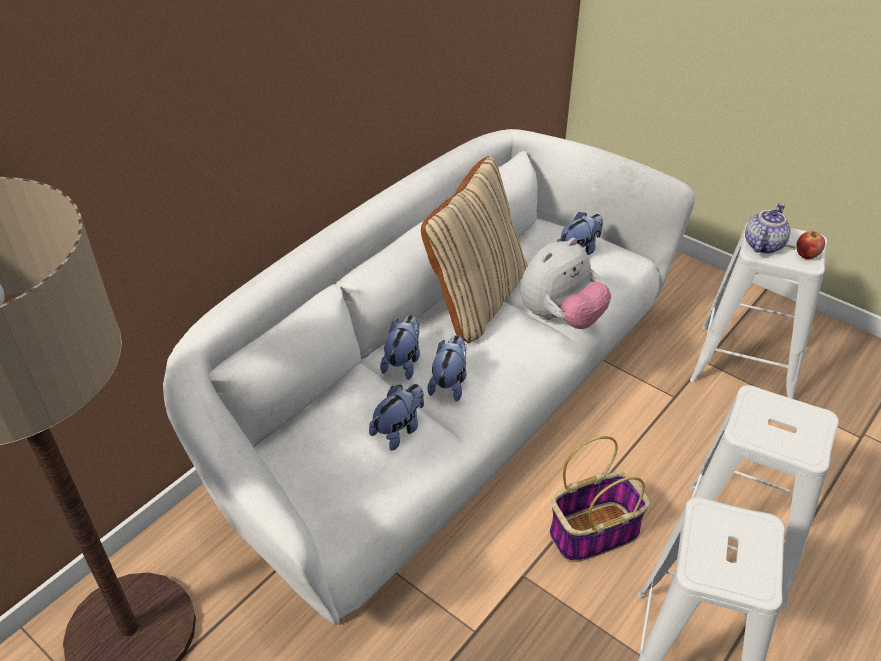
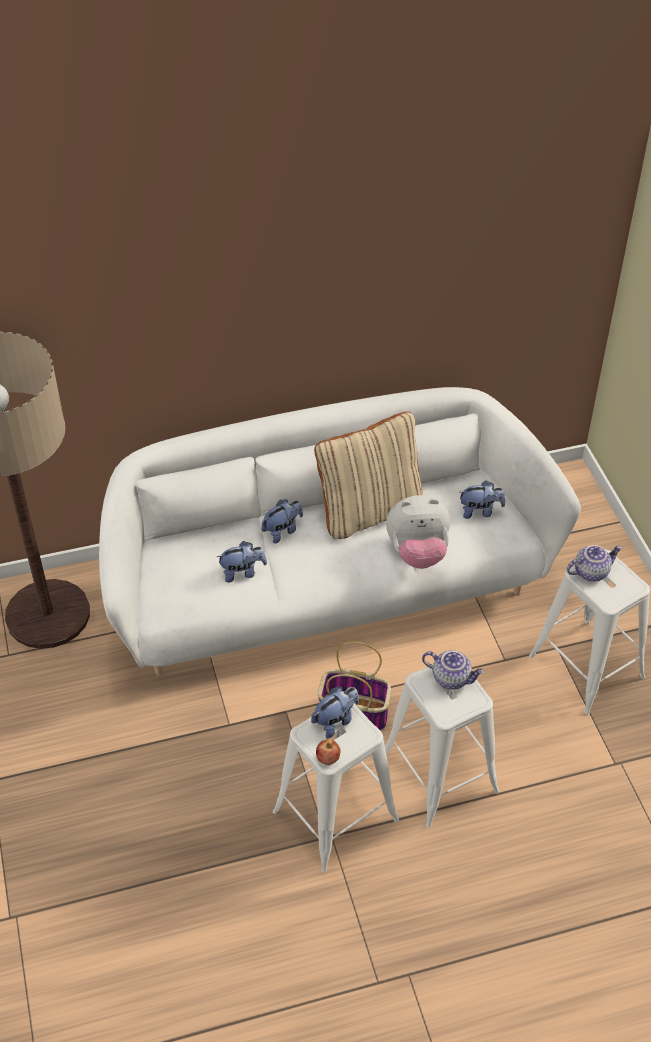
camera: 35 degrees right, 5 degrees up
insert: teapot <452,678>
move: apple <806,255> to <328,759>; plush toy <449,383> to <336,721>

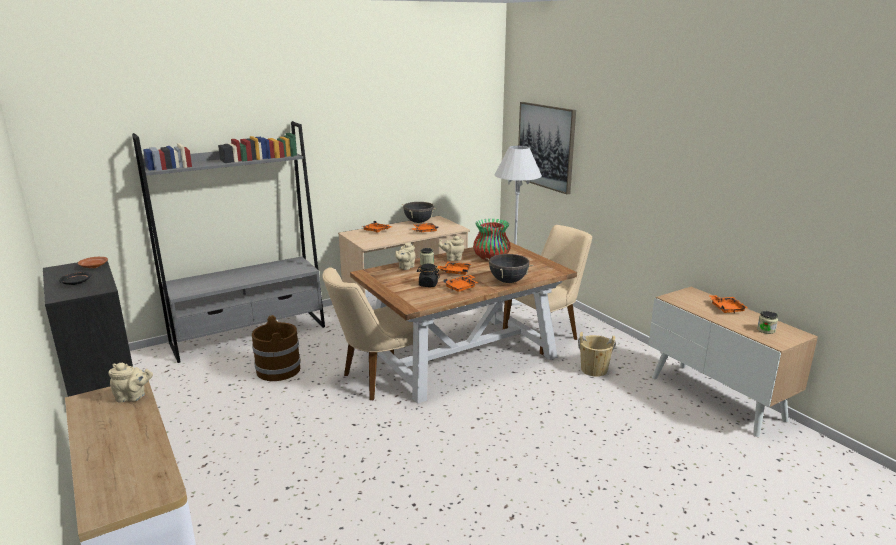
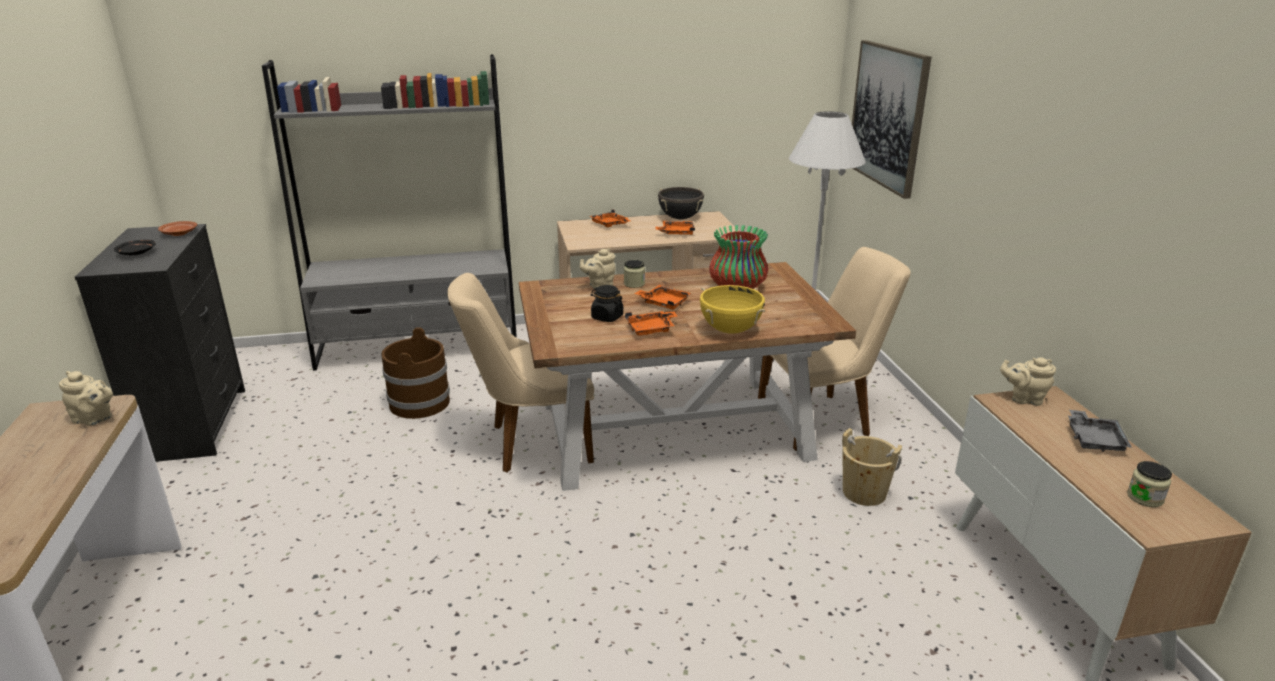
camera: 20 degrees right, 5 degrees up
move: teapot (beige) <452,259> to <1024,399>
recolor: cooking pot (black) <508,281> to cooking pot (yellow) <730,330>; tray (orange) <726,308> to tray (grey) <1094,439>

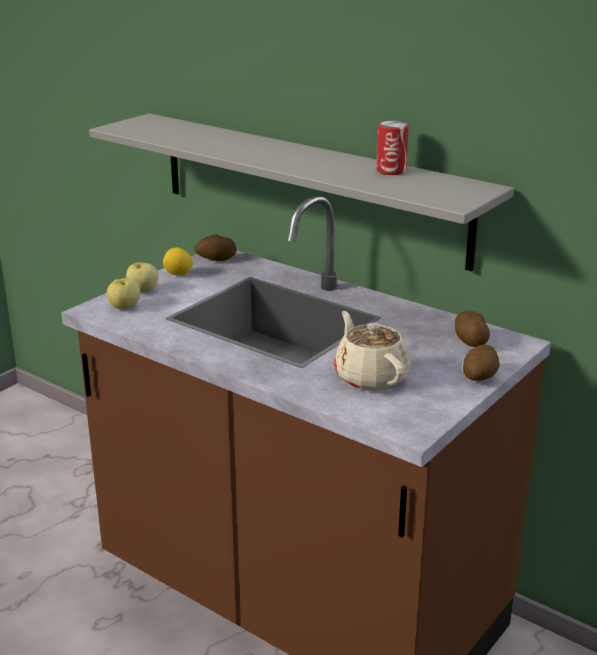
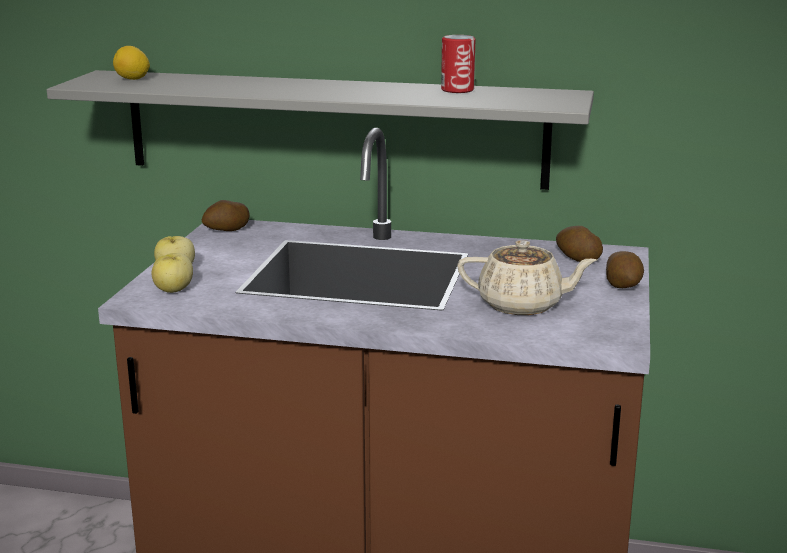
camera: 25 degrees left, 5 degrees down
move: lemon <178,274> to <132,79>
rotate: teapot (beige) <370,377> = <522,305> 150 degrees clockwise

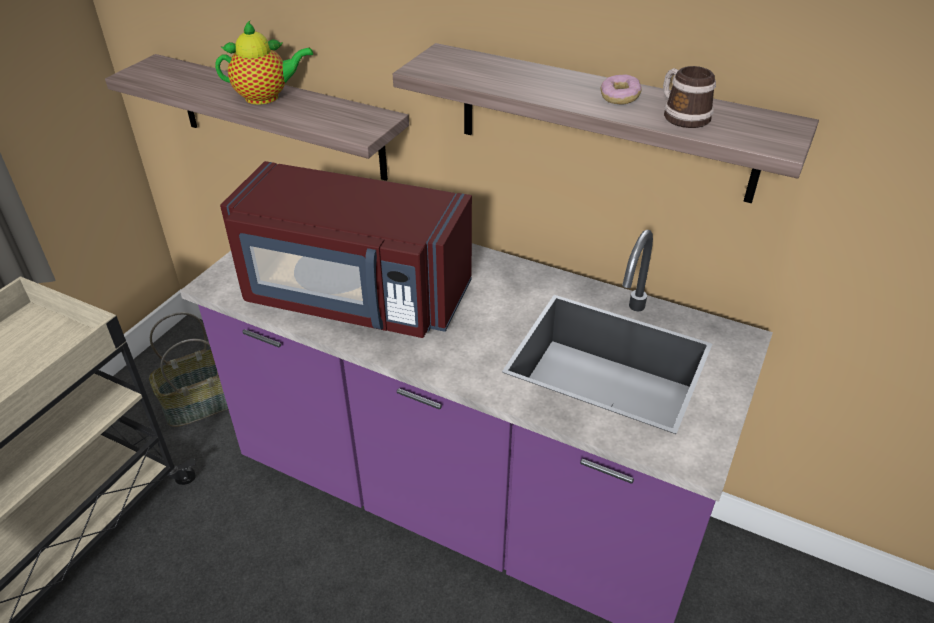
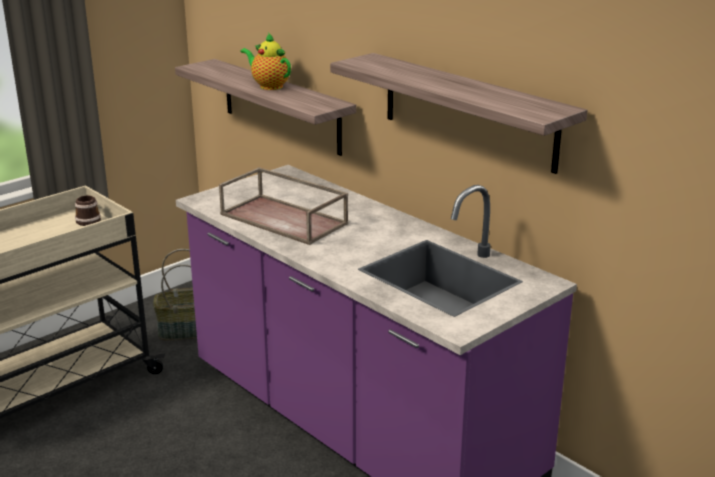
camera: 20 degrees right, 15 degrees down
delete: donut <619,98>
move: mug <681,115> to <88,219>
replace: microwave (red) <354,296> to tray (brown) <285,219>
rotate: teapot <266,97> = <269,86> 150 degrees counterclockwise

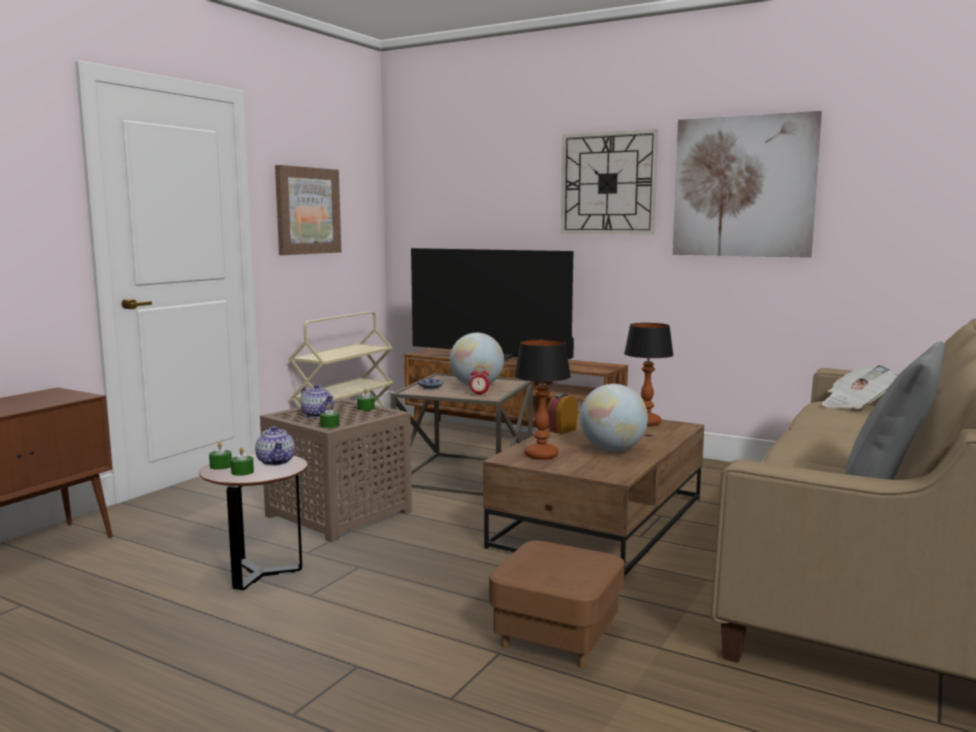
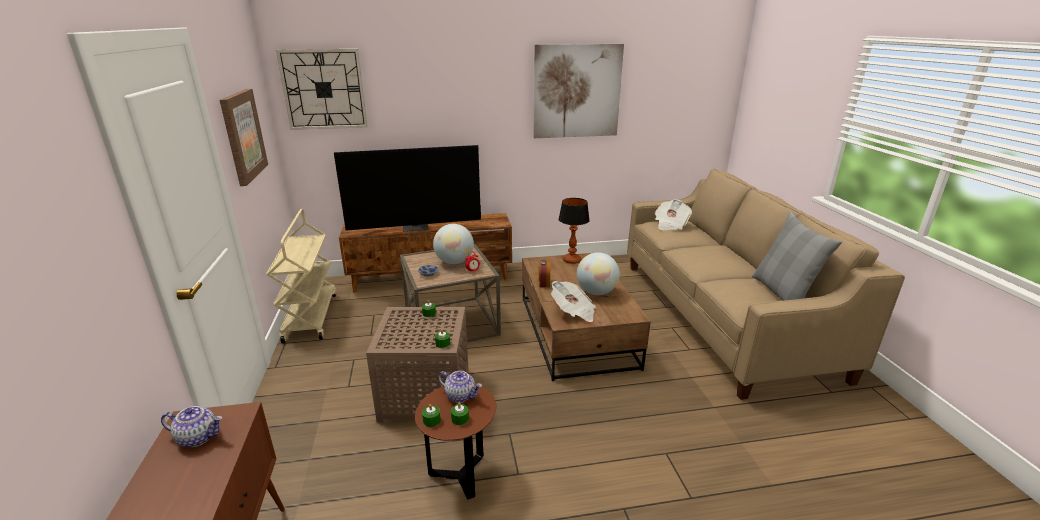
camera: 40 degrees left, 15 degrees up
delete: ottoman (brown) <557,637>
move: wall clock <608,183> to <324,89>; teapot <318,415> to <198,437>
replace: table lamp <542,455> to newspaper <573,312>

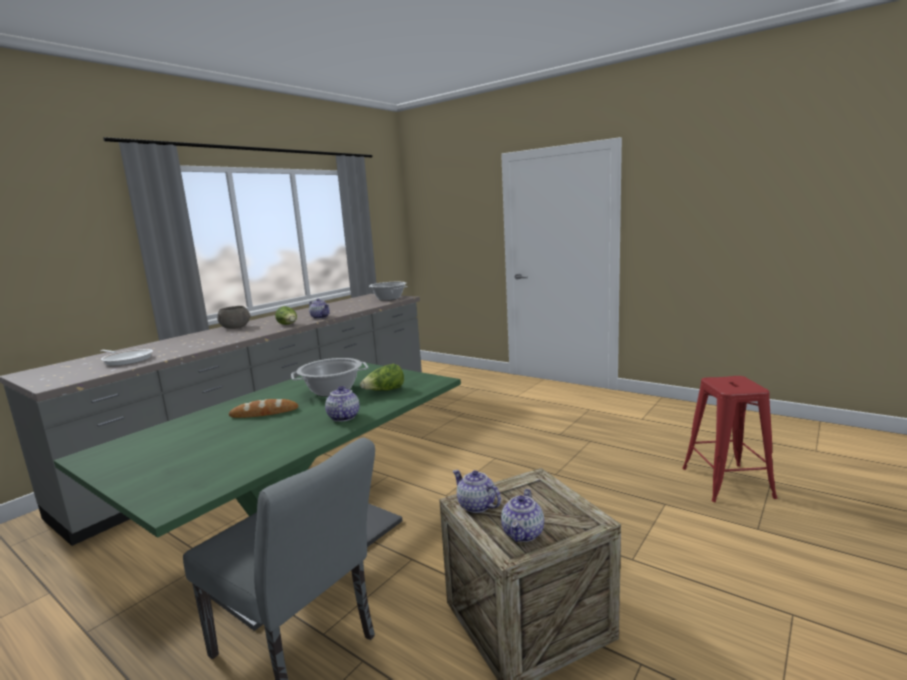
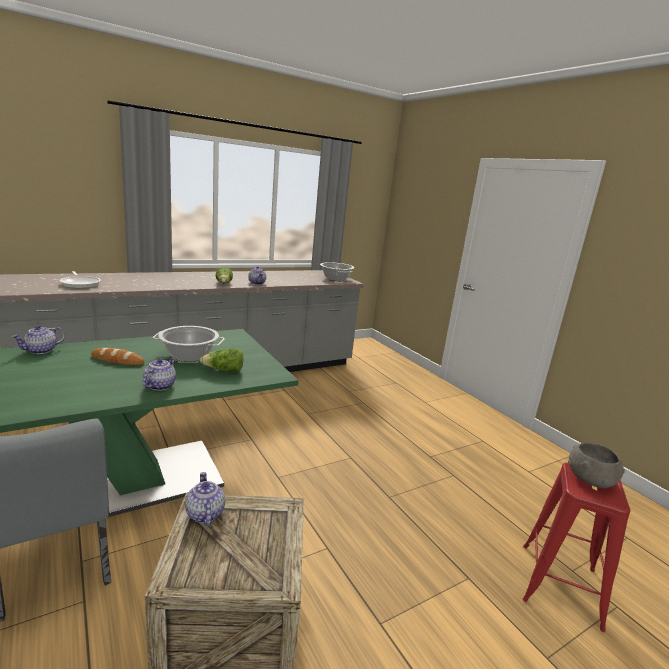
camera: 20 degrees right, 5 degrees up
move: bowl (grey) <235,327> to <590,479>; teapot <523,533> to <41,351>

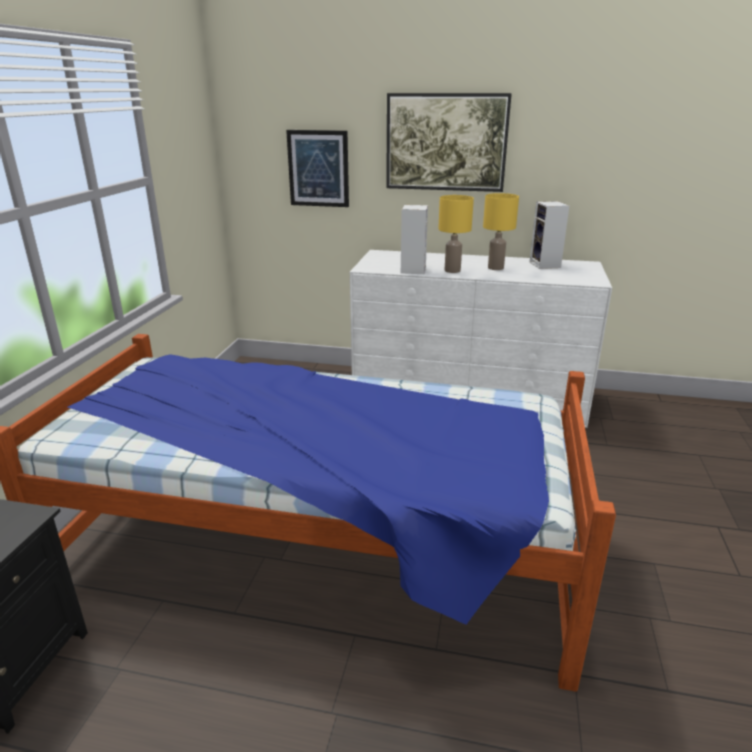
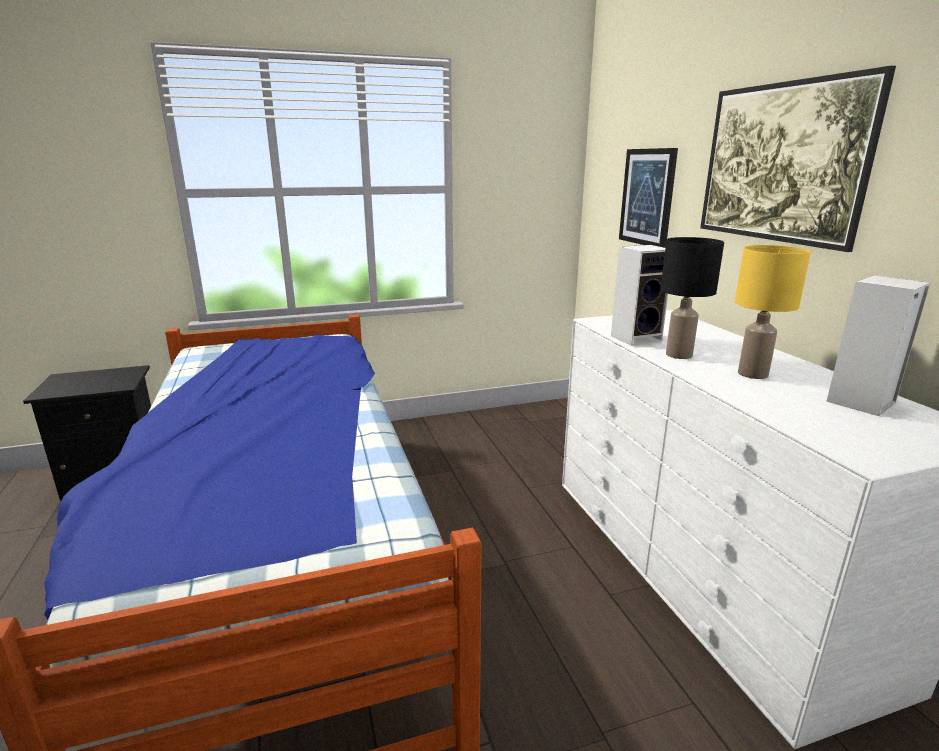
camera: 60 degrees right, 5 degrees down
recolor: table lamp (yellow) <452,271> to table lamp (black) <679,355>

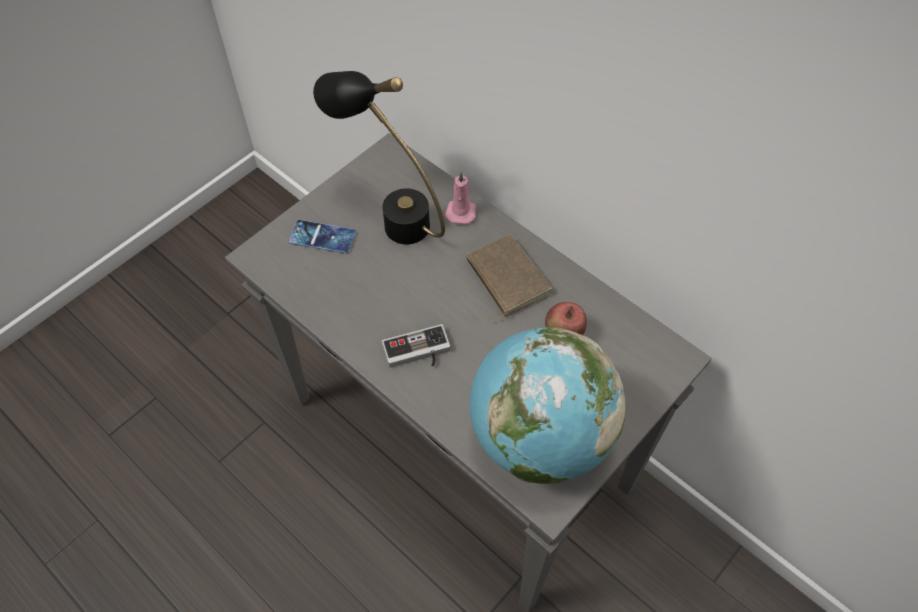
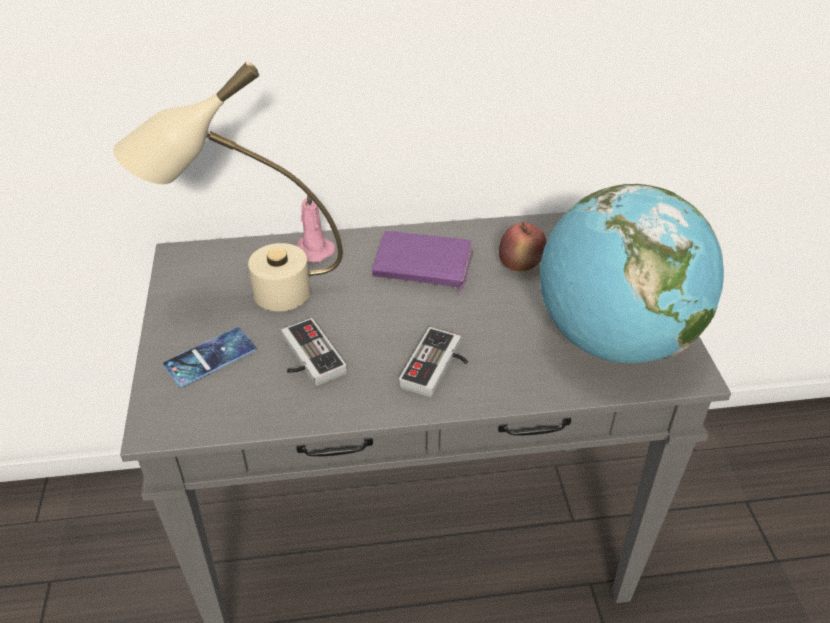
camera: 50 degrees left, 15 degrees down
insert: game controller <306,358>
recolor: table lamp (black) <390,214> to table lamp (beige) <252,295>; book (brown) <505,279> to book (purple) <422,266>

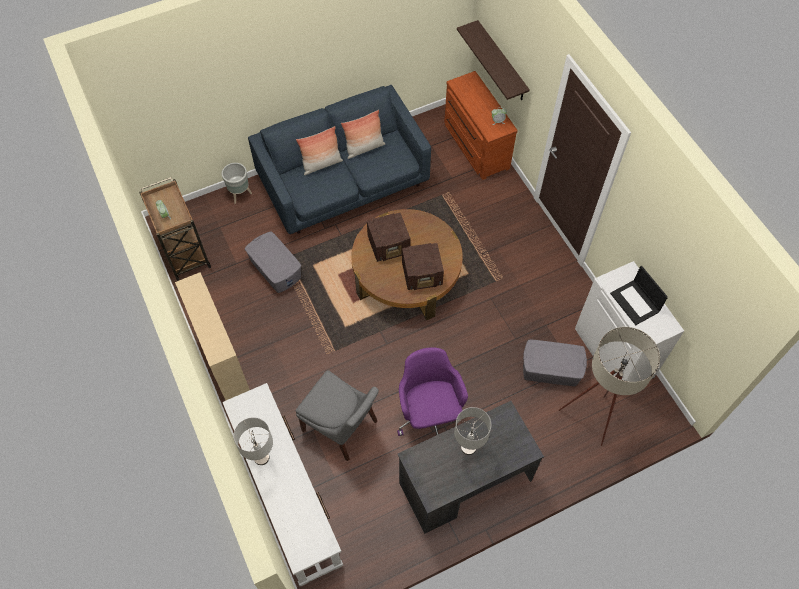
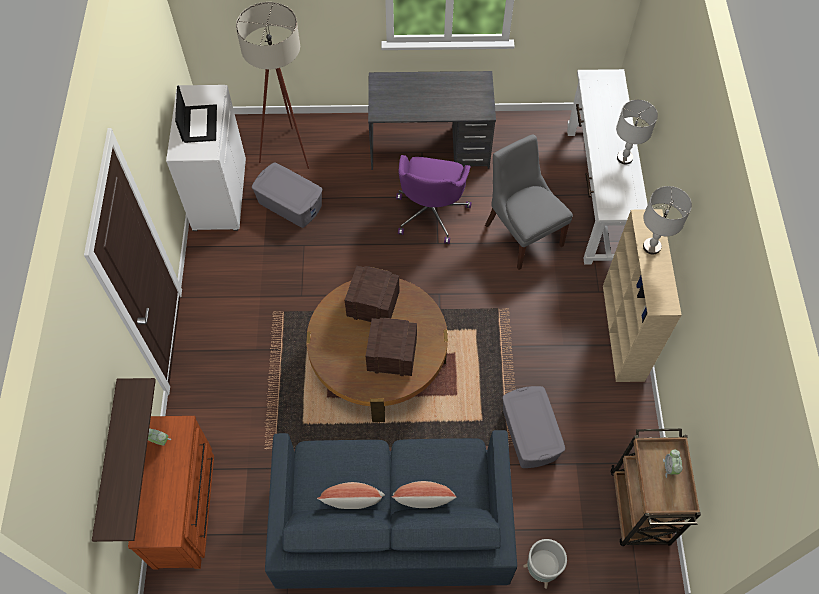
camera: 155 degrees left, 0 degrees up
move: table lamp (grey) <468,447> to <651,246>

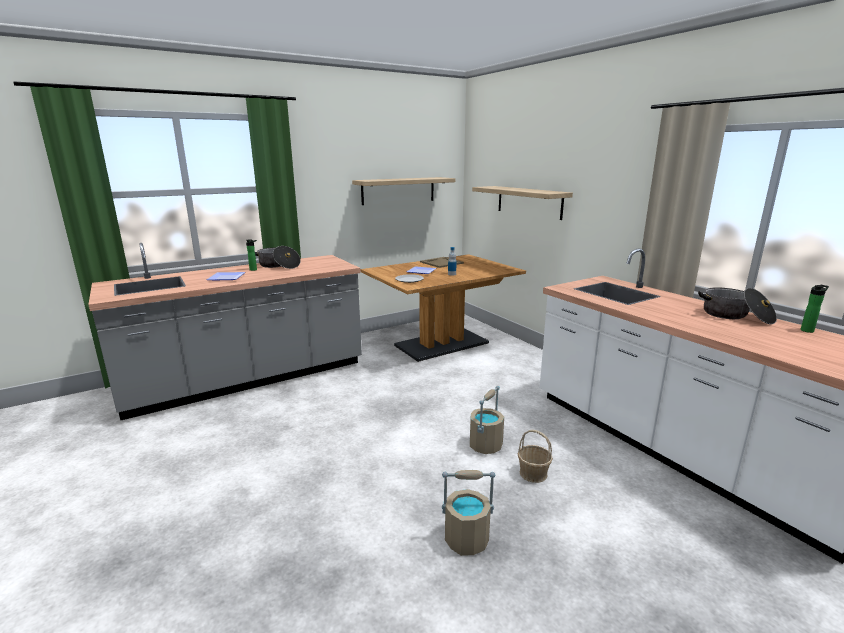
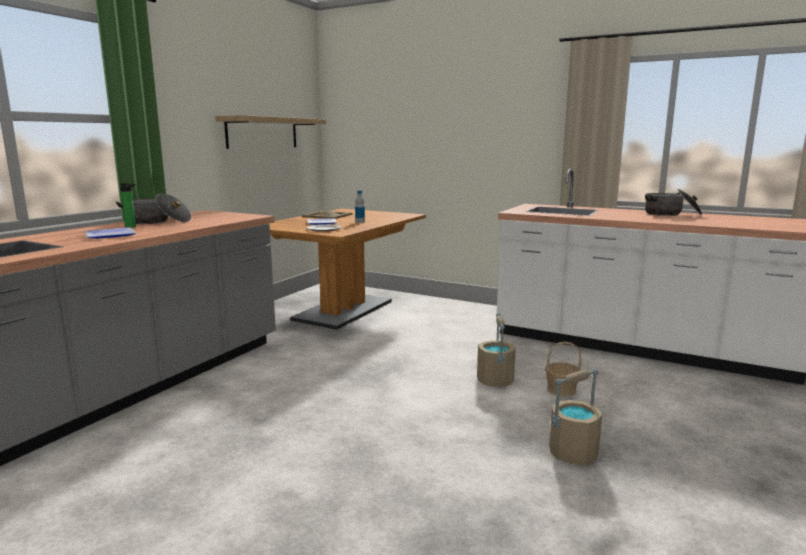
camera: 30 degrees left, 5 degrees down
delete: shelf <529,202>; bottle <808,330>

